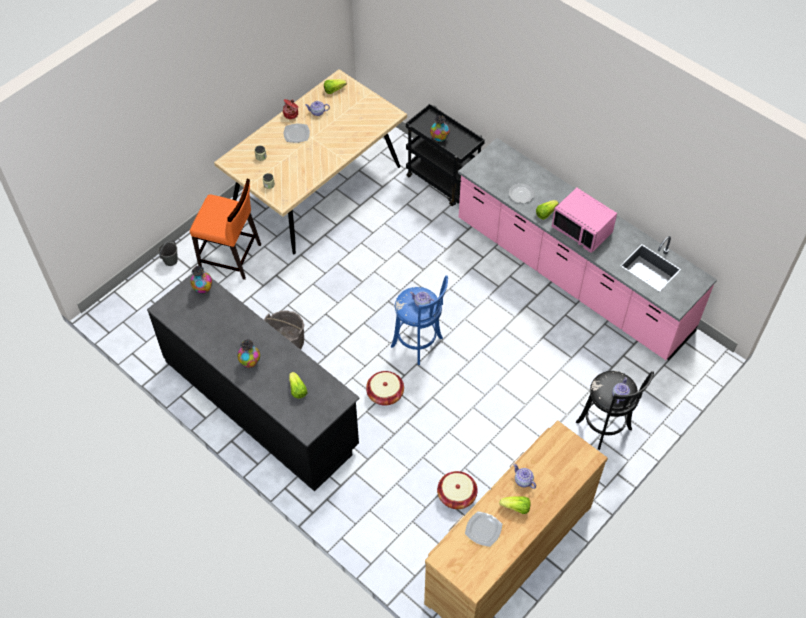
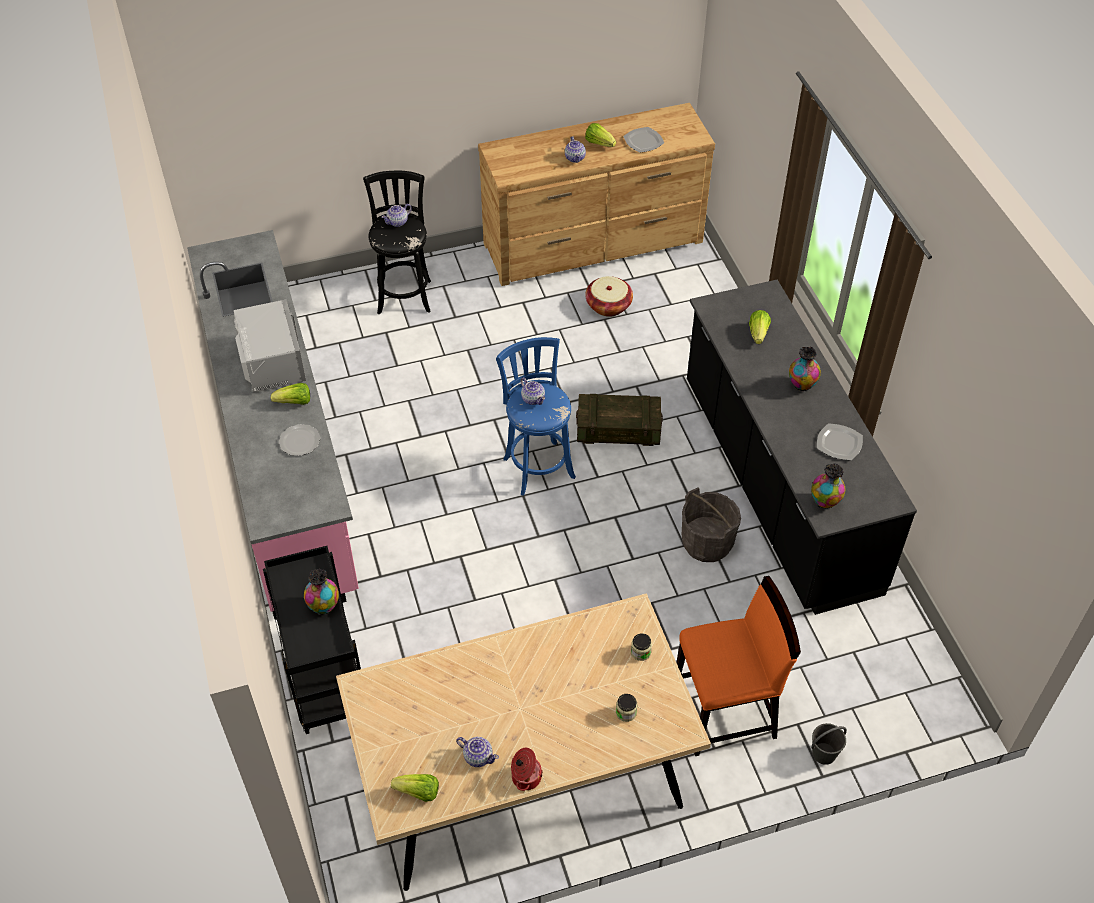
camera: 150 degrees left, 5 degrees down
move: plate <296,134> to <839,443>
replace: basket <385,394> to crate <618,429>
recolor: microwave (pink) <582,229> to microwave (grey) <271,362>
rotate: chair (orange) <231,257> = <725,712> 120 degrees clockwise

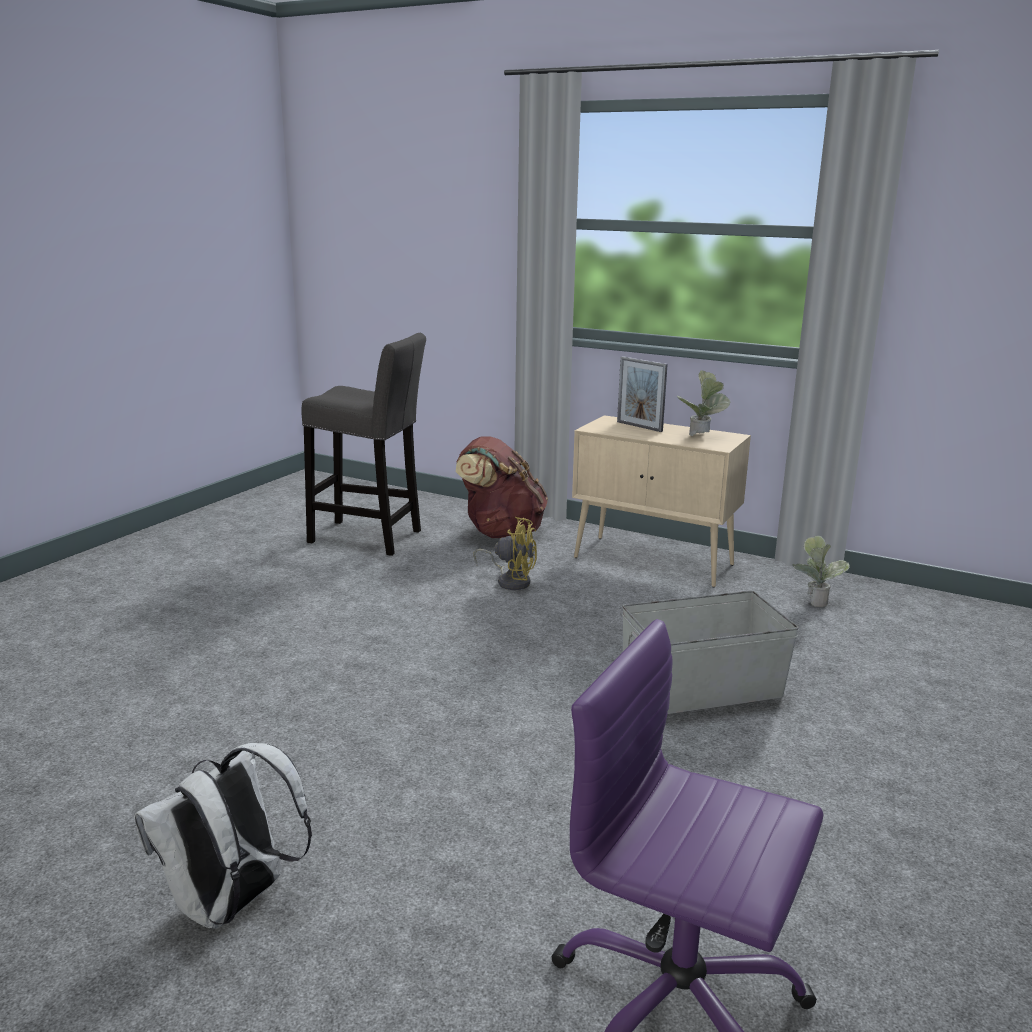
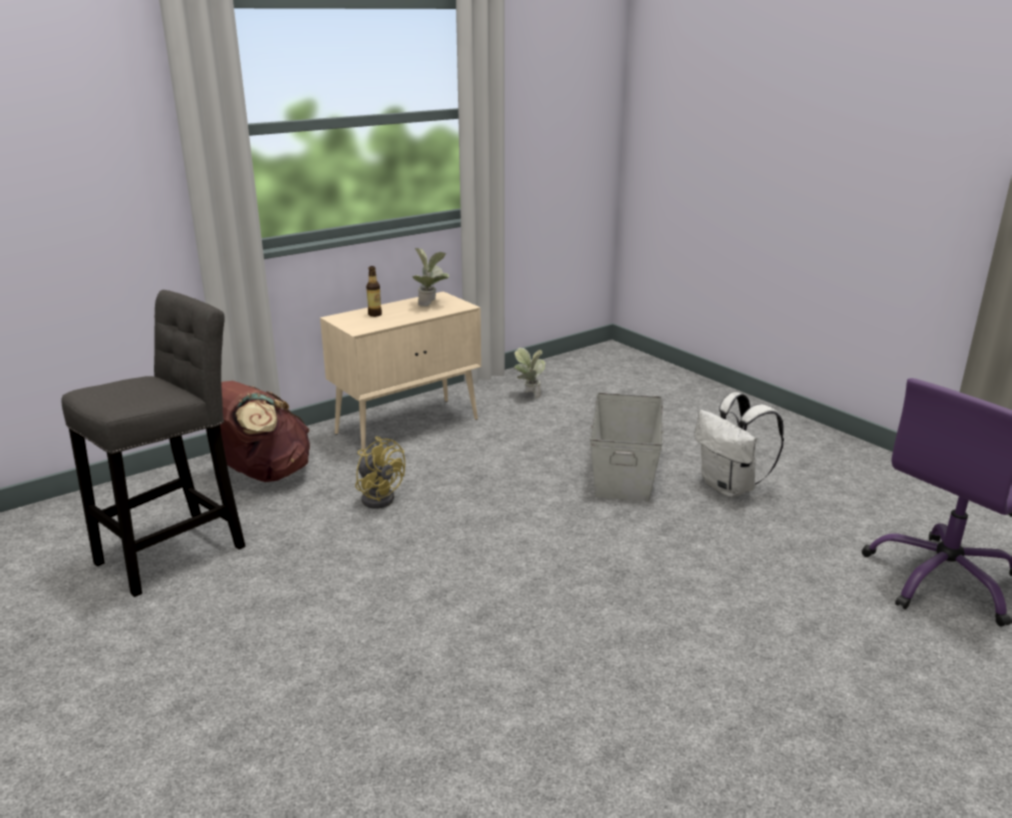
camera: 65 degrees left, 5 degrees up
move: backpack (white) <232,905> to <730,487>
replace: picture frame <639,426> to bottle <375,314>
rotate: fan (yellow) <511,581> = <379,496> 90 degrees clockwise

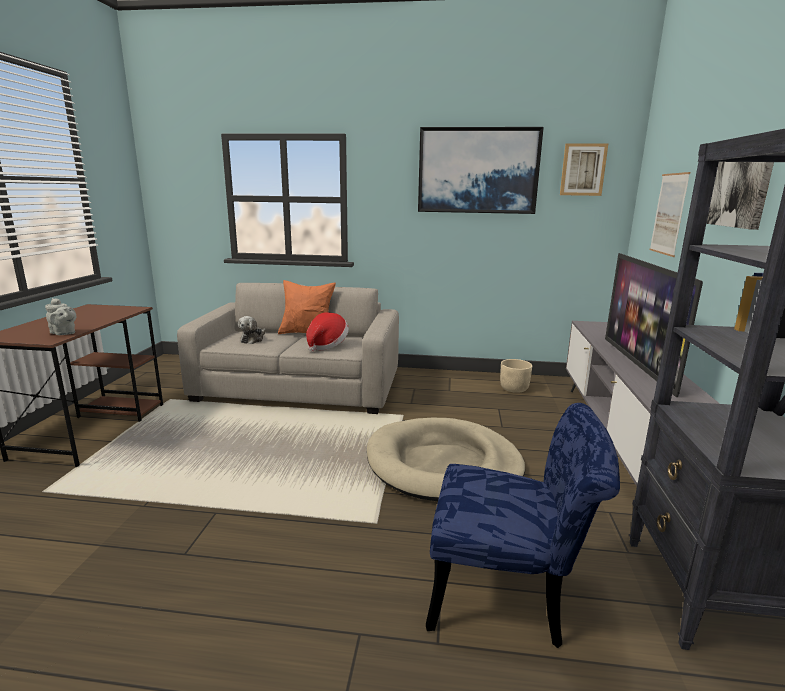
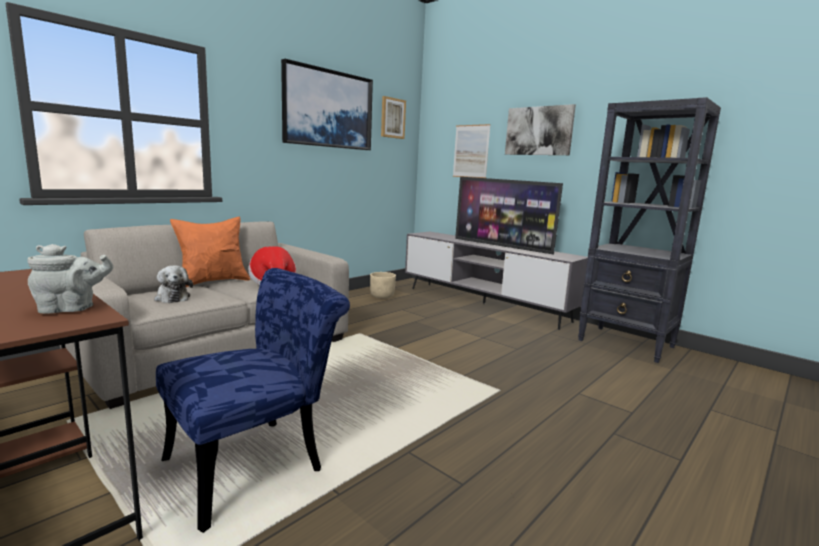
camera: 55 degrees left, 5 degrees down
delete: dog bed (beige) <443,464>
move: chair (blue) <509,594> to <257,462>

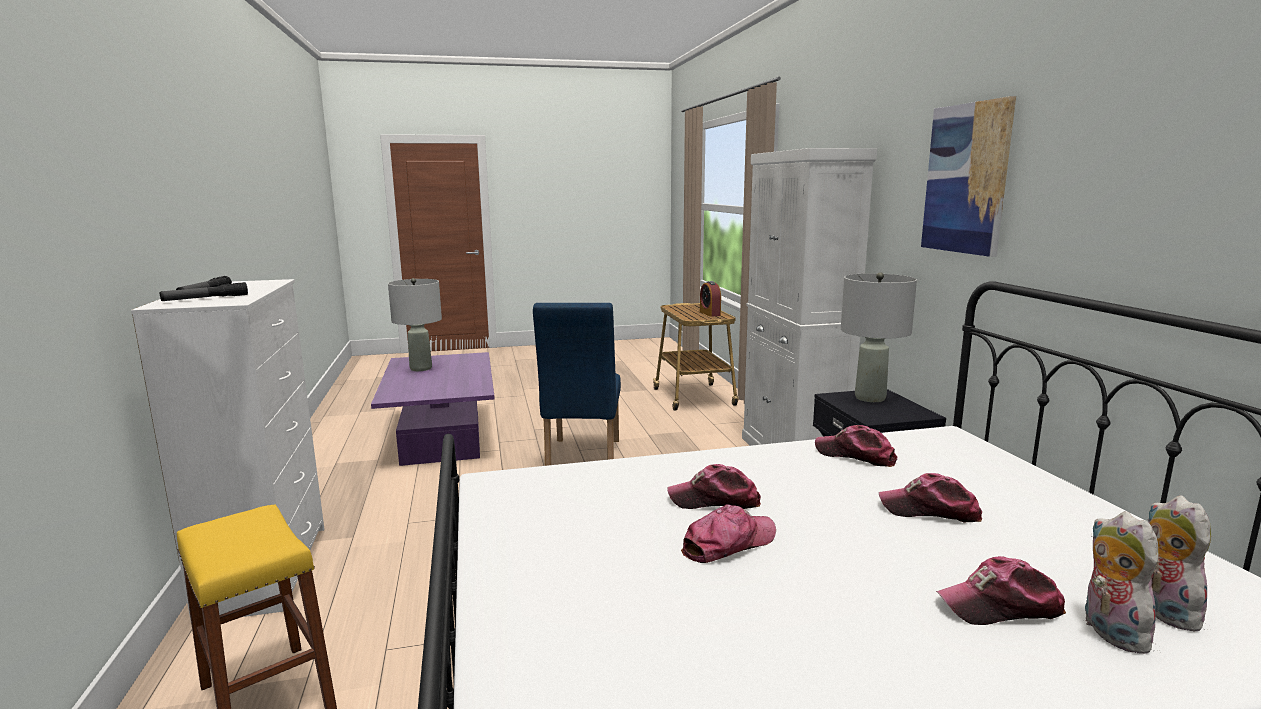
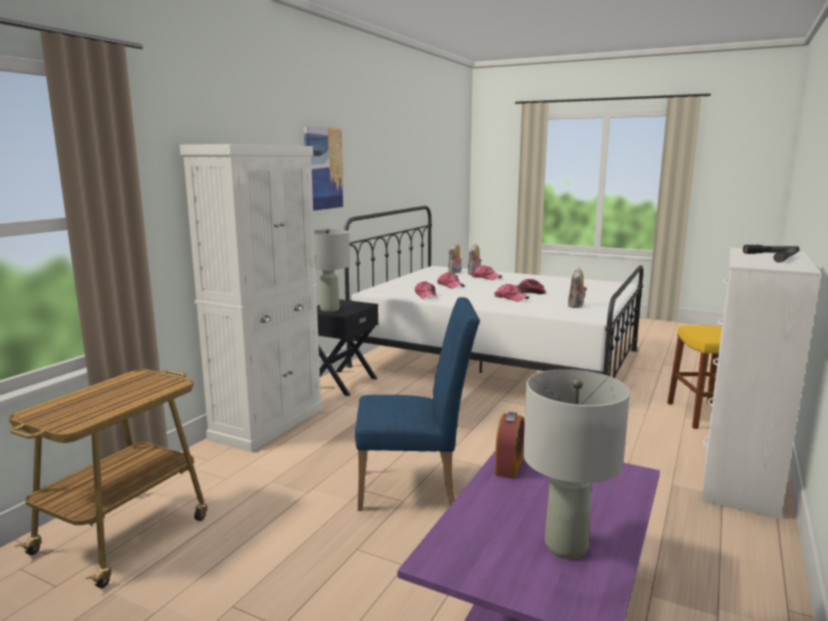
camera: 140 degrees left, 0 degrees up
insert: plush toy <576,306>
move: alarm clock <710,313> to <509,466>
rotate: chair (blue) <582,458> = <415,489> 45 degrees clockwise

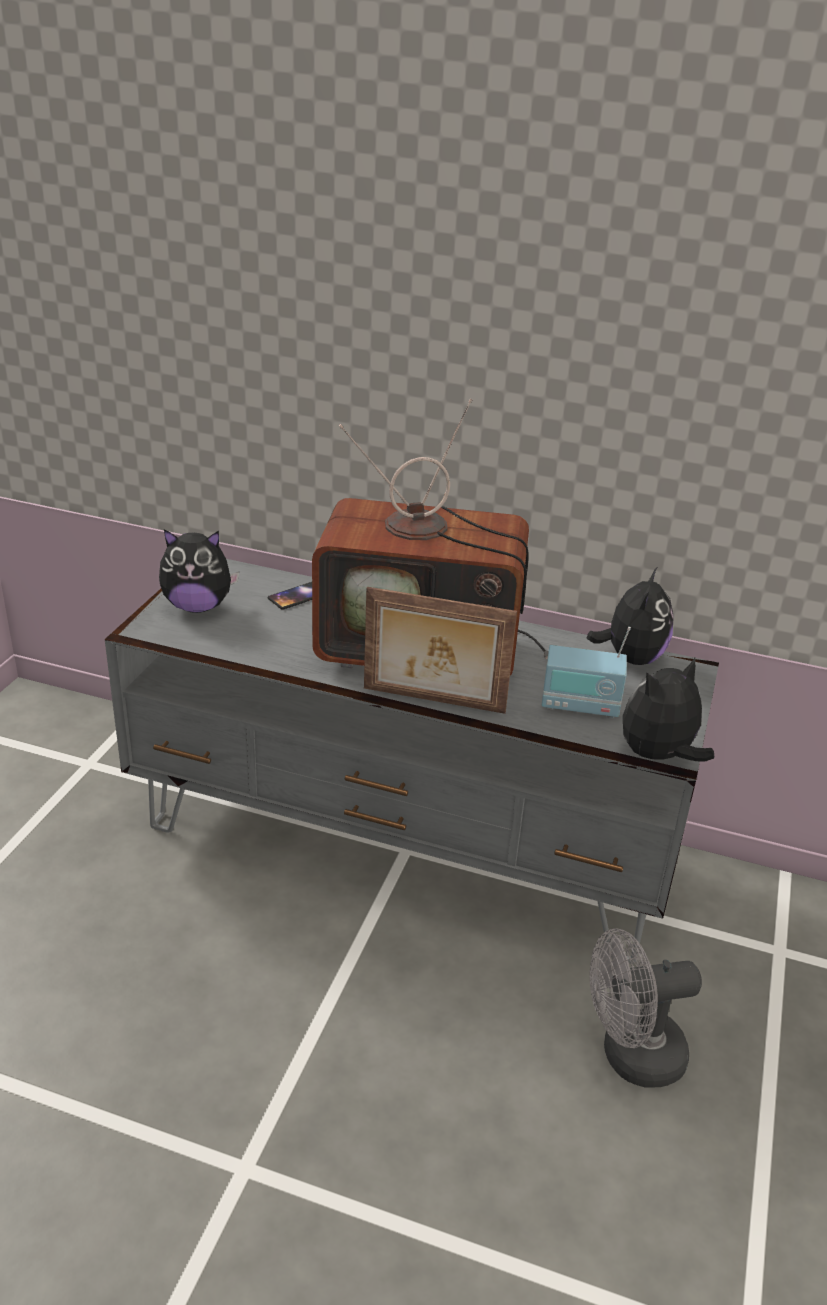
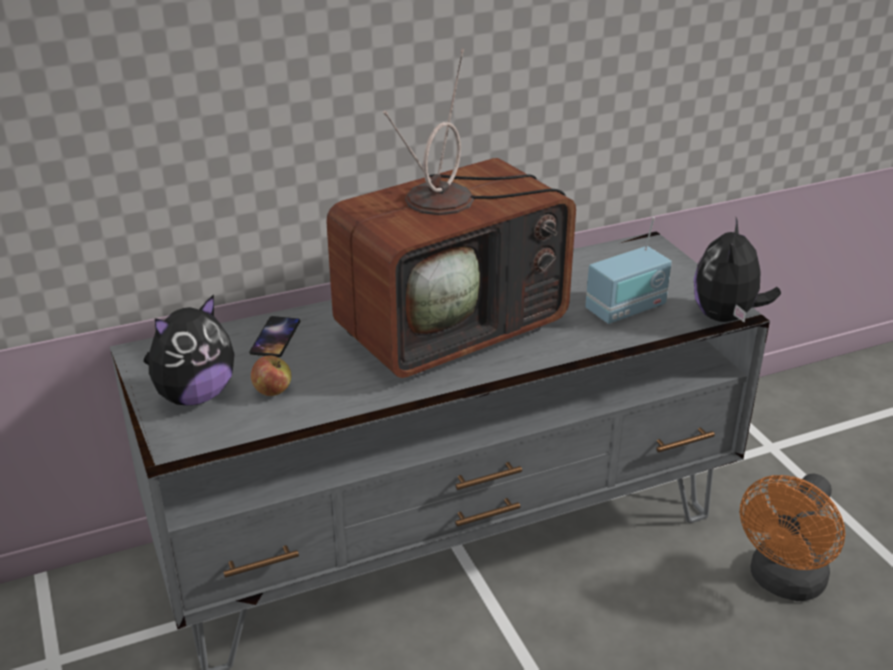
camera: 40 degrees left, 0 degrees up
delete: plush toy <630,658>; picture frame <433,701>
insert: apple <272,391>
recolor: fan (grey) <630,1056> to fan (orange) <783,583>

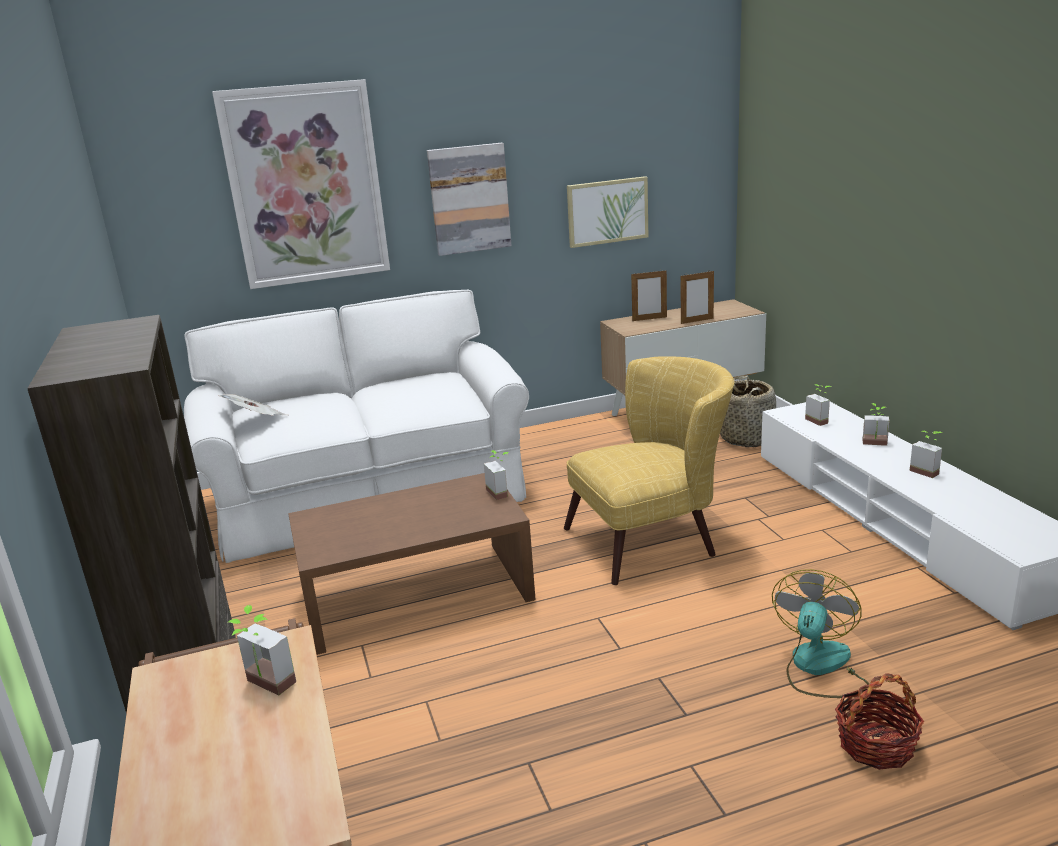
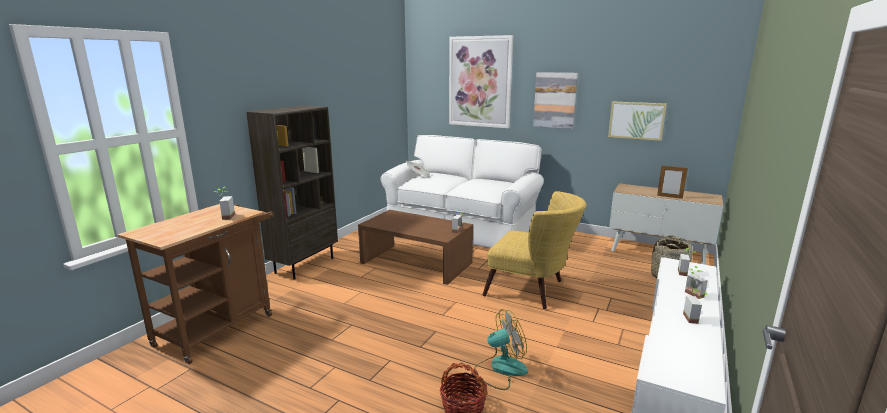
camera: 45 degrees right, 5 degrees down
delete: picture frame <649,319>

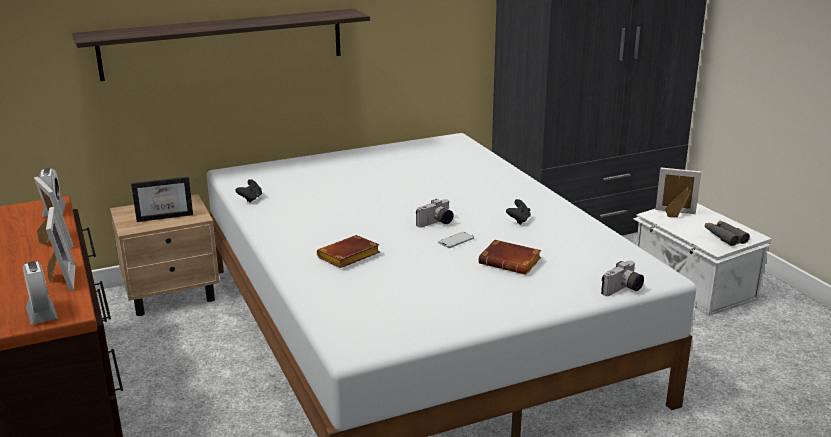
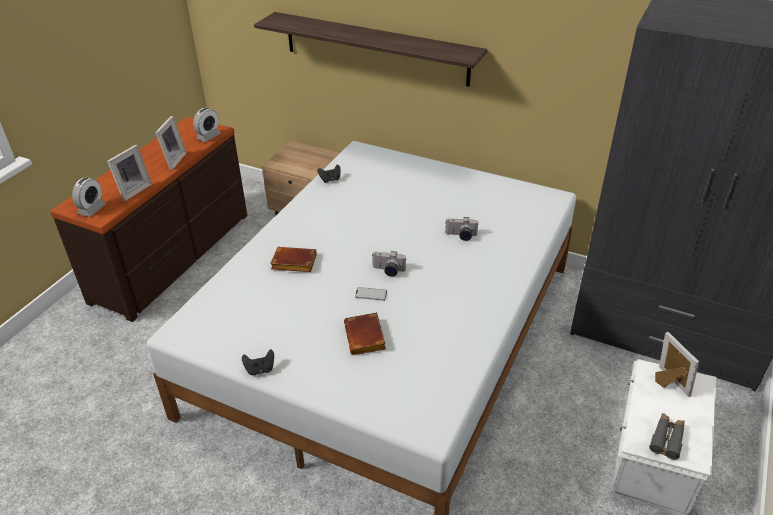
camera: 50 degrees right, 15 degrees up
delete: picture frame <166,215>
move: game controller (black) <519,220> to <260,369>; photo camera <623,290> to <461,236>

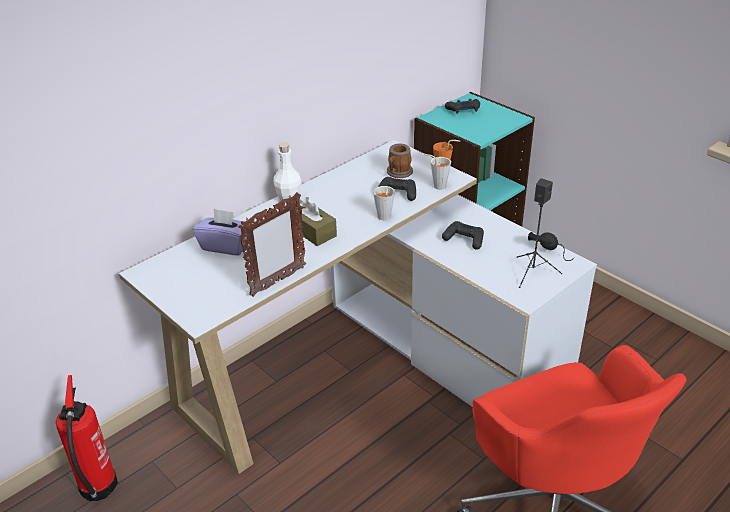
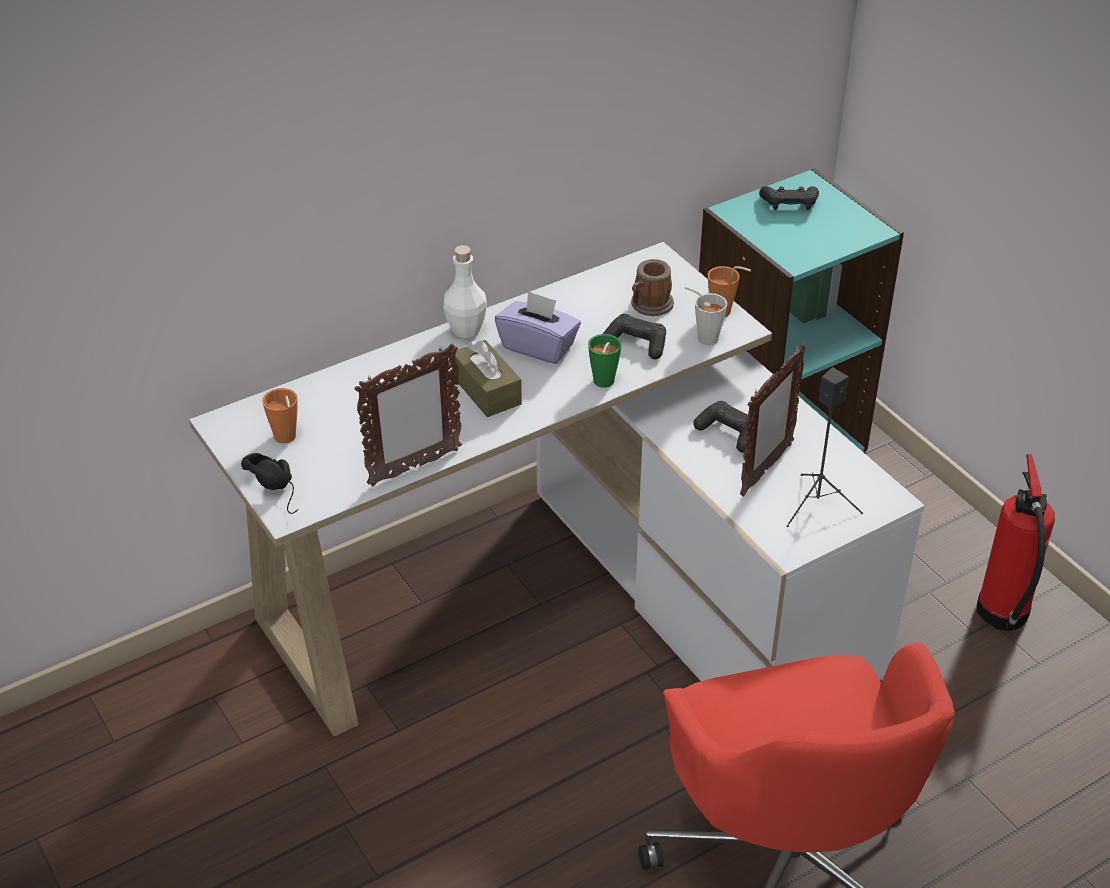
camera: 10 degrees right, 5 degrees up
insert: picture frame <765,470>; cup (orange) <285,439>
move: tissue box (purple) <226,246> to <538,346>; headphones (black) <551,250> to <281,490>; fire extinguisher <97,489> to <1002,615>
recolor: cup (grey) <383,218> to cup (green) <602,384>

